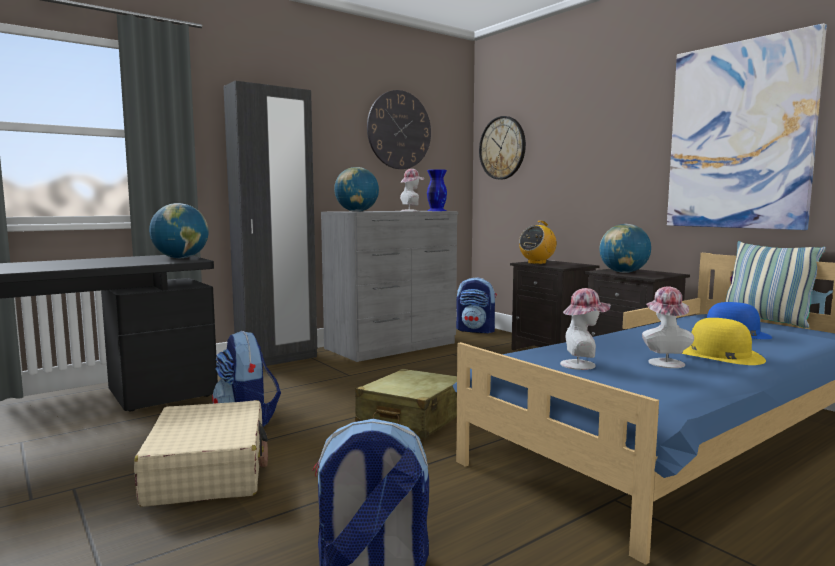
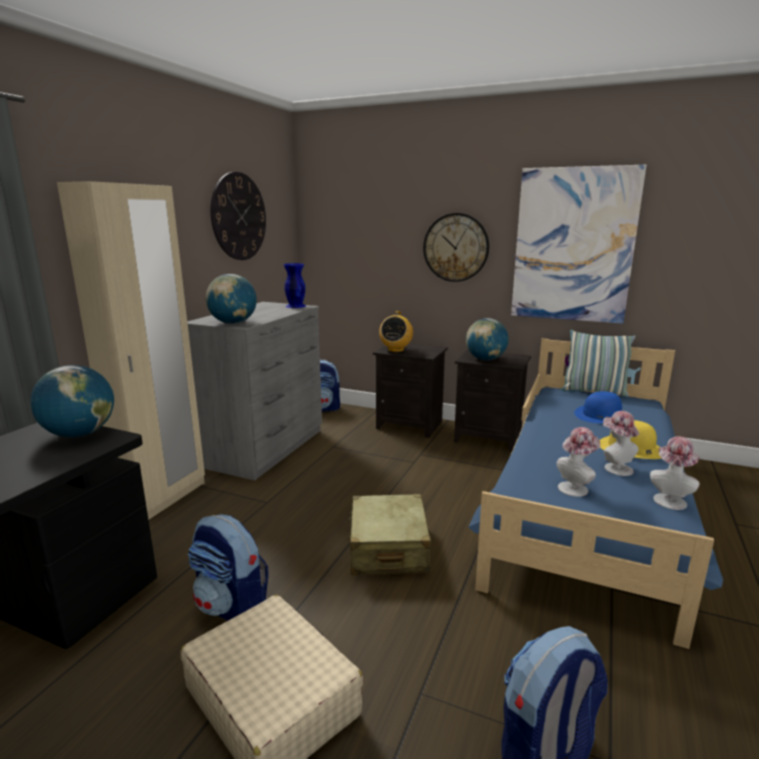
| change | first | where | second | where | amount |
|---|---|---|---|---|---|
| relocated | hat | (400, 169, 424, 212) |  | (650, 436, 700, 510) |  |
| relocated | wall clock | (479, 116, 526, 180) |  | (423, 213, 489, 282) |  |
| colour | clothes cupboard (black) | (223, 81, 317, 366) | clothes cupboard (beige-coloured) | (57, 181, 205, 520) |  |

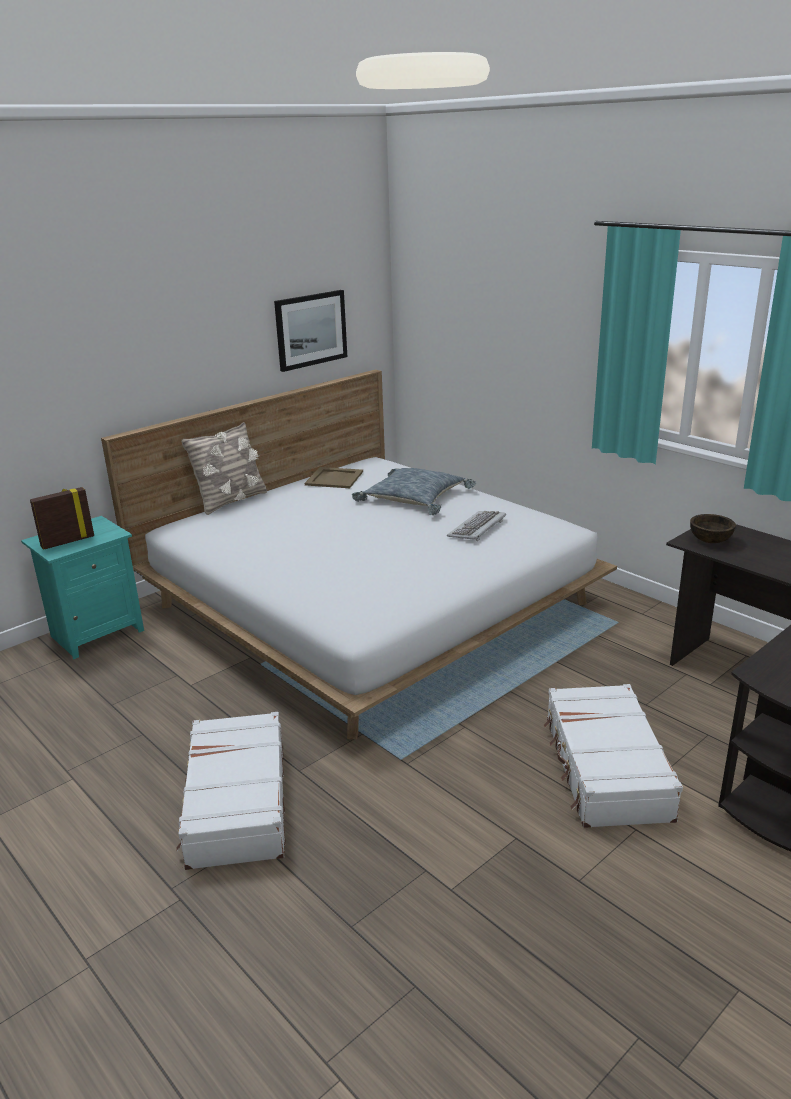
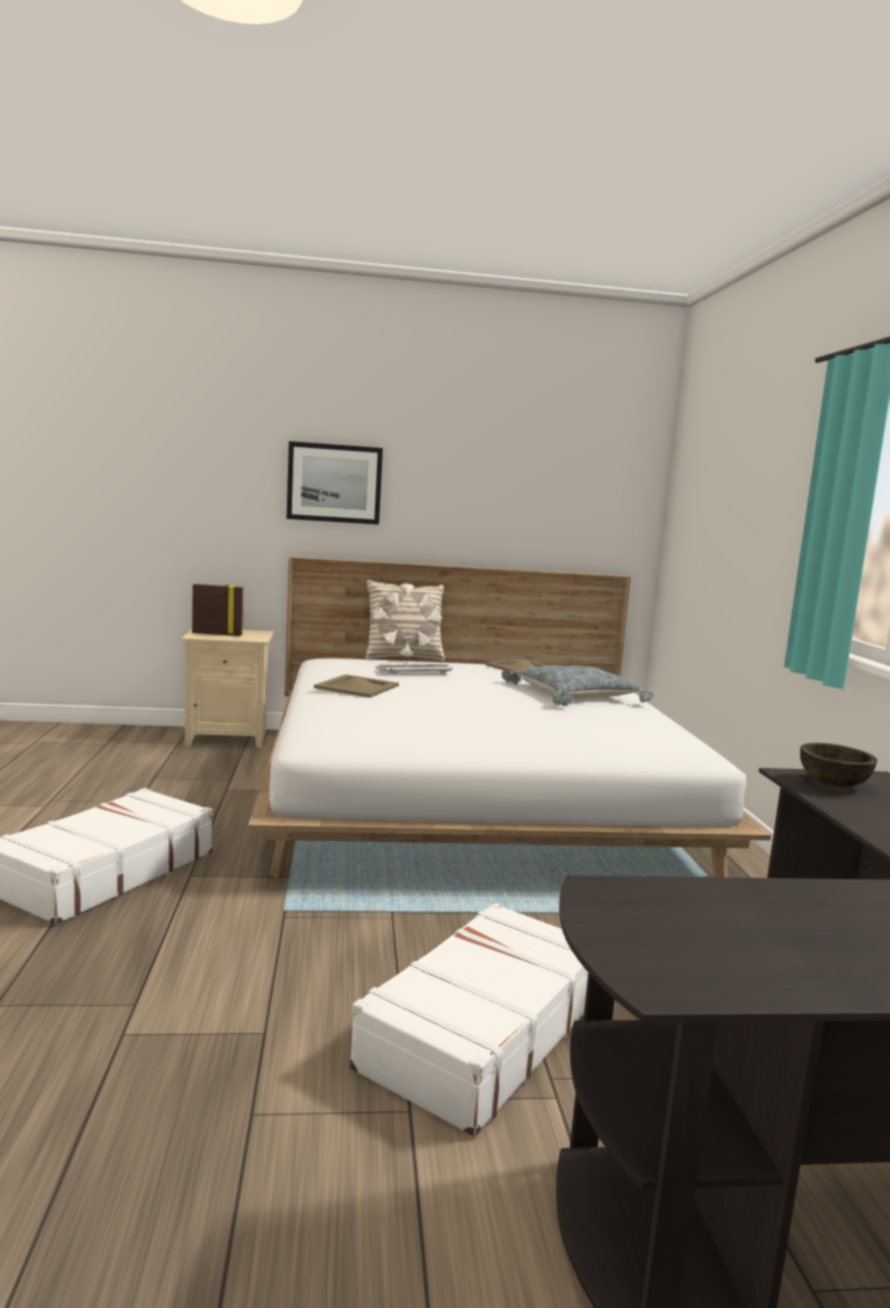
| change | first | where | second | where | amount |
|---|---|---|---|---|---|
| appeared |  |  | tray (beige-coloured) | (314, 674, 399, 698) |  |
| relocated | wall art | (274, 290, 347, 372) |  | (287, 441, 383, 525) |  |
| relocated | PC keyboard | (447, 511, 506, 541) |  | (375, 664, 453, 676) |  |
| colour | bedside table (blue-green) | (21, 516, 144, 659) | bedside table (beige-coloured) | (181, 630, 274, 748) |  |

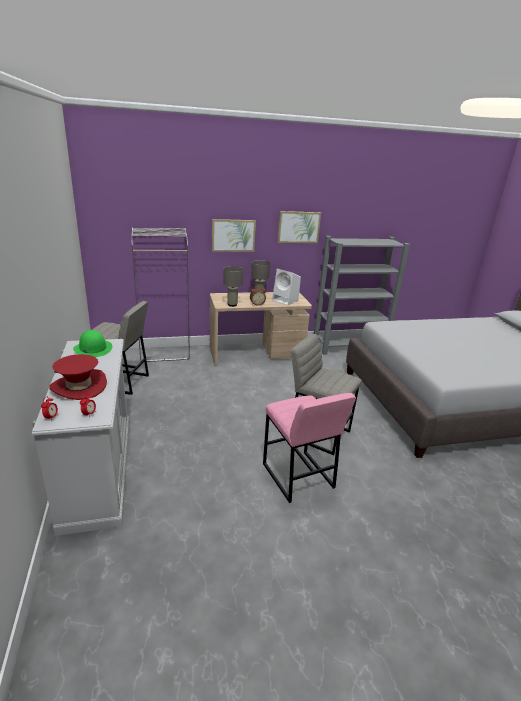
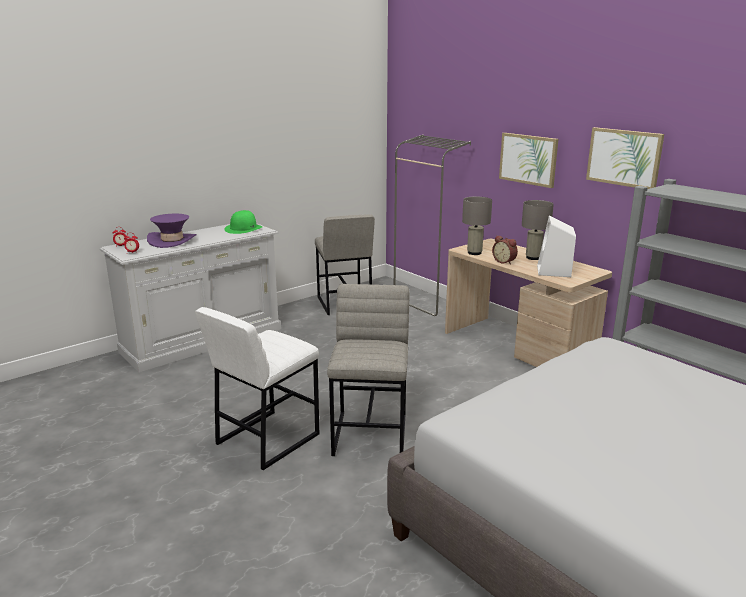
| change | first | where | second | where | amount |
|---|---|---|---|---|---|
| colour | hat (reddish) | (49, 354, 107, 400) | hat (purplish) | (147, 214, 196, 248) |  |
| colour | upright chair (pinkish) | (263, 393, 356, 503) | upright chair (white-coloured) | (195, 307, 319, 470) |  |

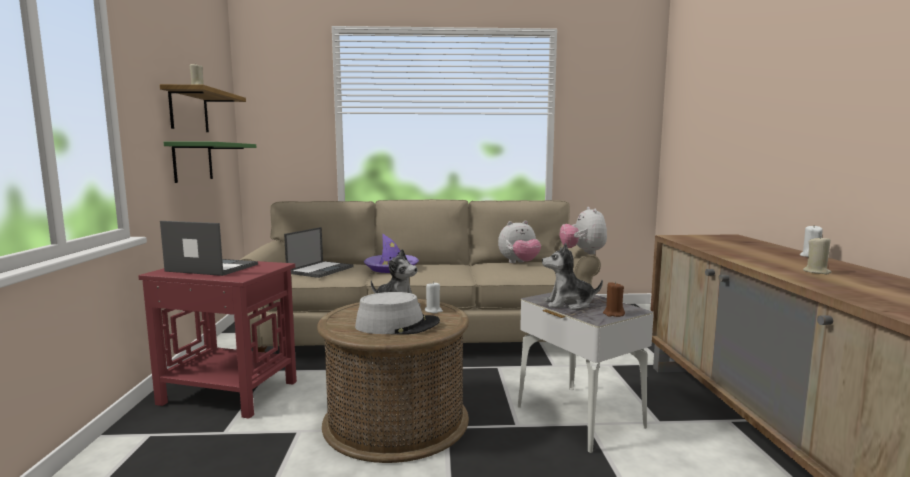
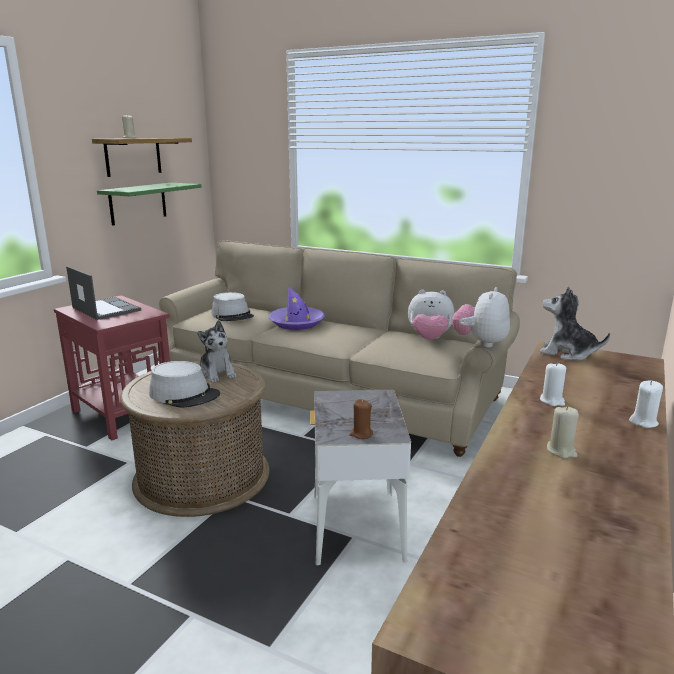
| change | first | where | second | where | amount |
|---|---|---|---|---|---|
| relocated | candle (white-coloured) | (425, 281, 443, 313) |  | (540, 362, 566, 406) |  |
| relocated | plush toy | (542, 243, 603, 310) |  | (539, 286, 610, 361) |  |
| exchanged | laptop | (284, 227, 354, 278) | hat (grey) | (212, 292, 254, 321) |  |

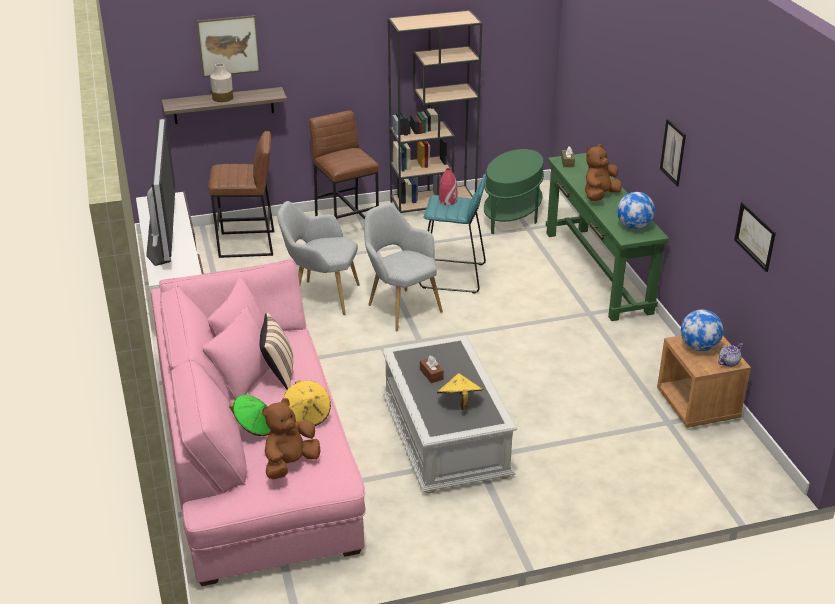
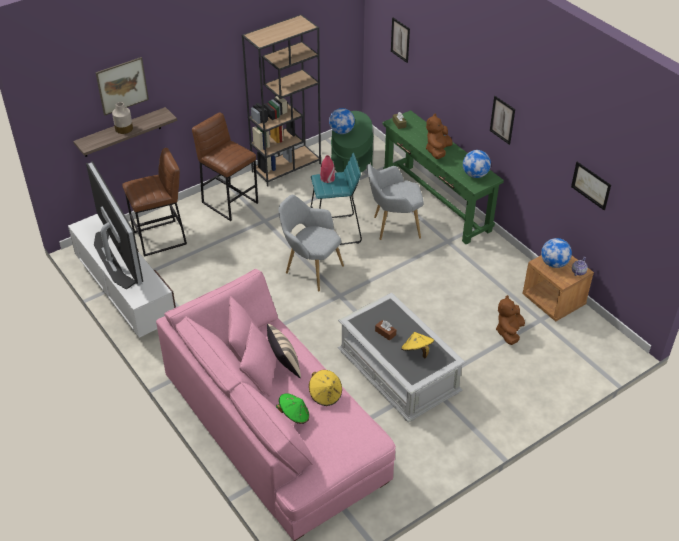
| change | first | where | second | where | amount |
|---|---|---|---|---|---|
| appeared |  |  | globe | (329, 108, 355, 134) |  |
| appeared |  |  | wall art | (391, 17, 410, 63) |  |
| relocated | plush toy (brownish) | (262, 398, 320, 479) |  | (496, 295, 525, 345) |  |
| relocated | lounge chair (grey) | (277, 201, 360, 315) |  | (367, 164, 423, 240) |  |

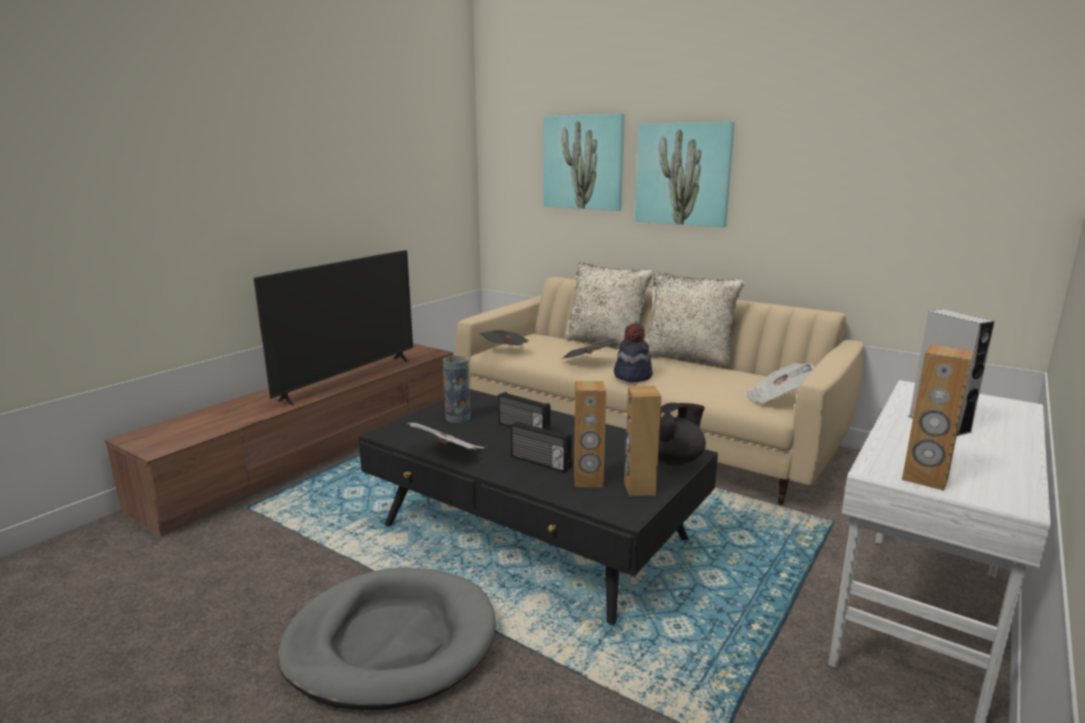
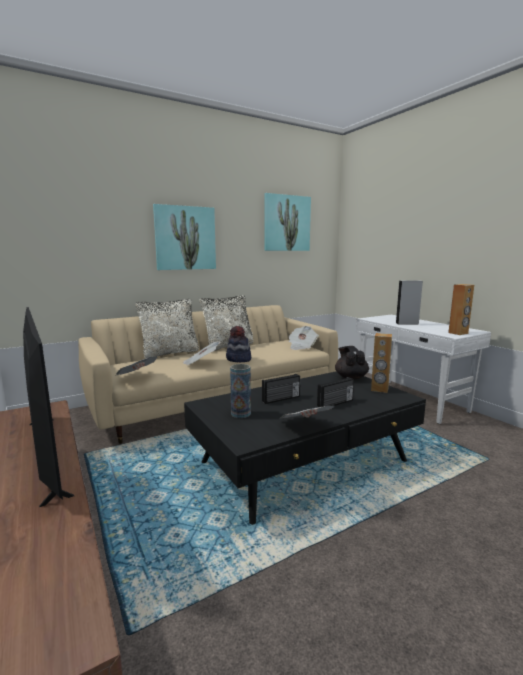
| change | first | where | second | where | amount |
|---|---|---|---|---|---|
| missing | pet bed (grey) | (278, 567, 496, 710) |  |  |  |
| missing | speaker (brownish) | (574, 381, 606, 487) |  |  |  |
| relocated | wall art | (544, 114, 625, 211) |  | (264, 193, 311, 251) |  |

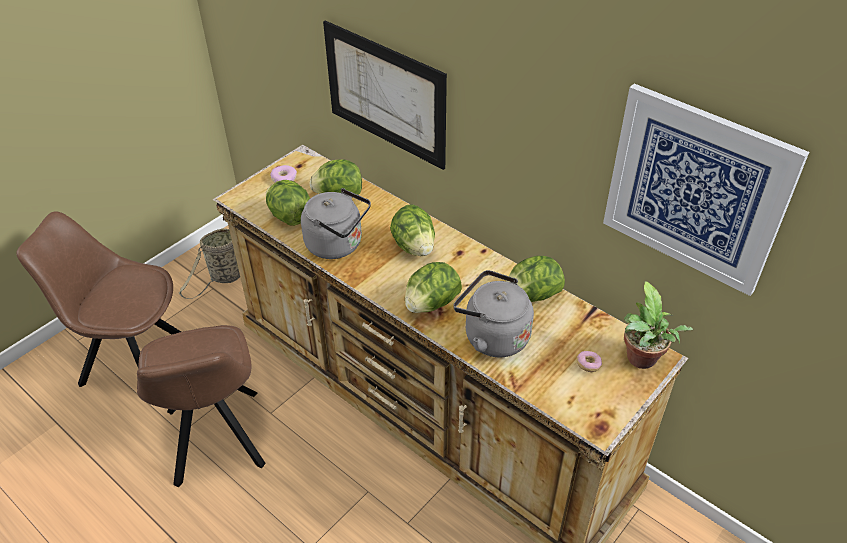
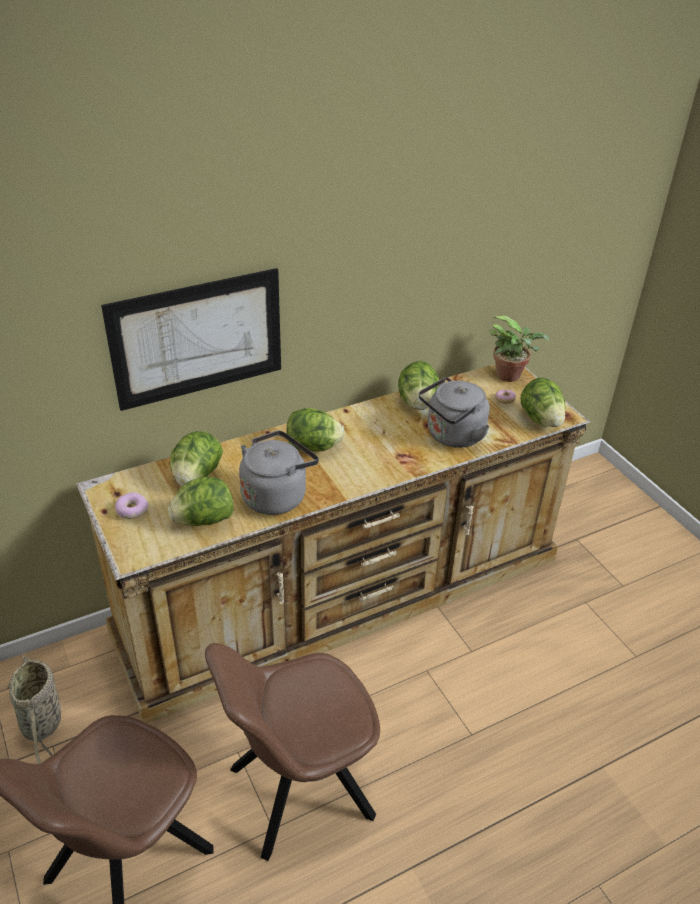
| change | first | where | second | where | amount |
|---|---|---|---|---|---|
| missing | wall art | (603, 84, 809, 296) |  |  |  |
| relocated | lettuce | (405, 262, 462, 313) |  | (521, 377, 565, 427) |  |
| spun | upright chair (brownish) | (137, 325, 266, 487) |  | (205, 643, 380, 861) | 150 degrees clockwise |

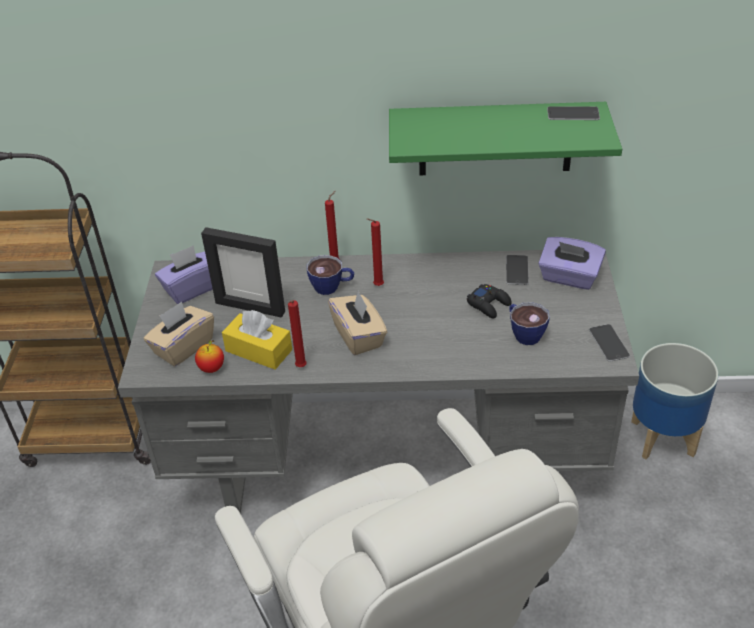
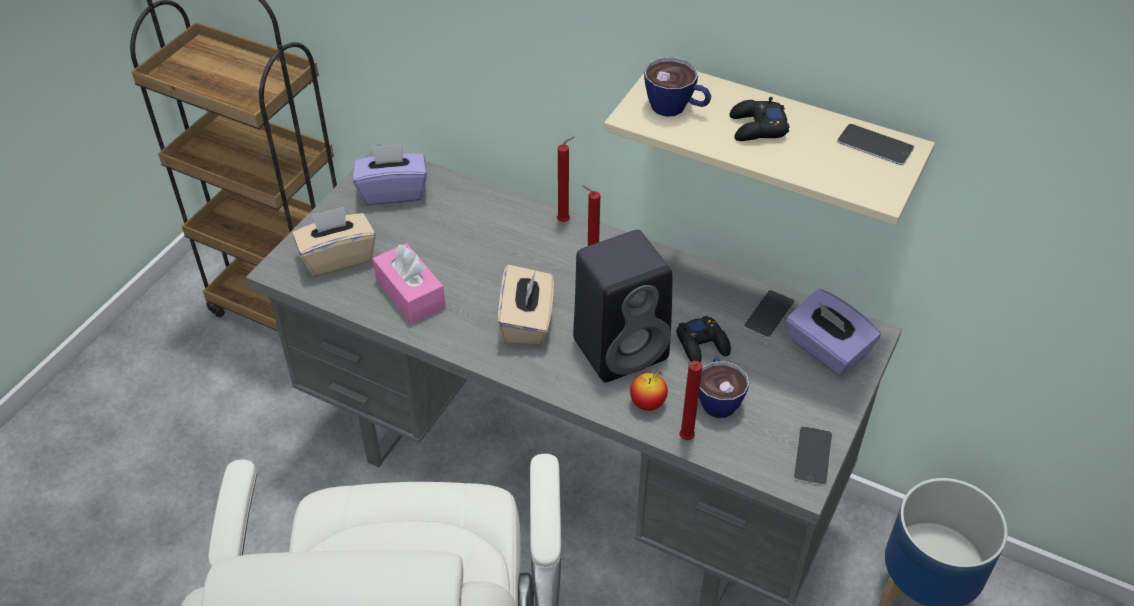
| change | first | where | second | where | amount |
|---|---|---|---|---|---|
| missing | standing frame | (201, 227, 285, 318) |  |  |  |
| appeared |  |  | speaker (black) | (573, 230, 673, 382) |  |
| appeared |  |  | game controller (black) | (730, 97, 790, 141) |  |
| relocated | apple | (195, 340, 224, 373) |  | (630, 370, 668, 411) |  |
| relocated | candle (reddish) | (288, 300, 307, 367) |  | (679, 361, 702, 440) |  |
| relocated | small cup | (307, 255, 354, 295) |  | (644, 57, 712, 117) |  |
| colour | box of tissues (yellow-coloured) | (222, 310, 292, 370) | box of tissues (pinkish) | (373, 243, 446, 324) |  |
| colour | wall shelf (green) | (389, 102, 622, 175) | wall shelf (beige-coloured) | (604, 71, 935, 225) |  |

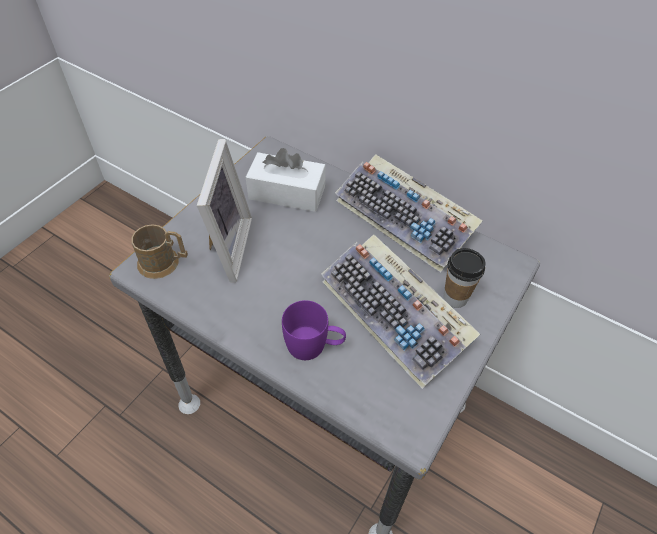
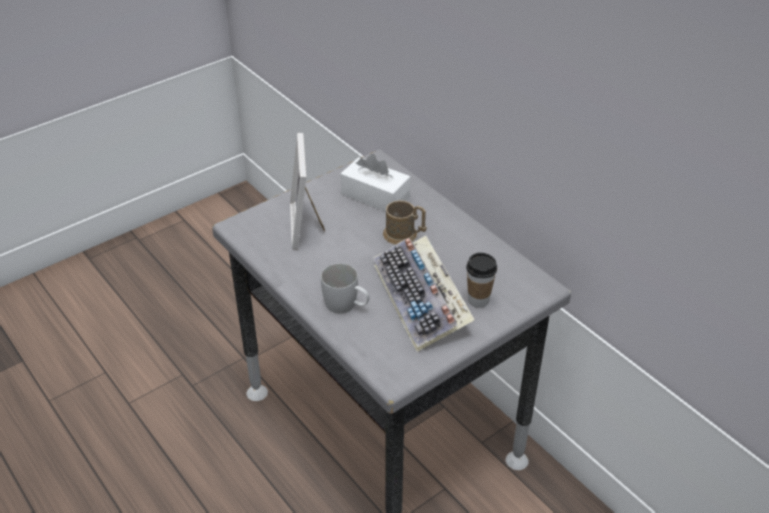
| change | first | where | second | where | amount |
|---|---|---|---|---|---|
| missing | PC keyboard | (335, 154, 483, 272) |  |  |  |
| relocated | coffee mug (brownish) | (131, 224, 188, 279) |  | (383, 200, 426, 245) |  |
| colour | coffee mug (purplish) | (282, 300, 346, 360) | coffee mug (white-coloured) | (321, 263, 370, 314) |  |
| spun | standing frame | (197, 139, 252, 282) |  | (290, 133, 325, 249) | 150 degrees clockwise |

